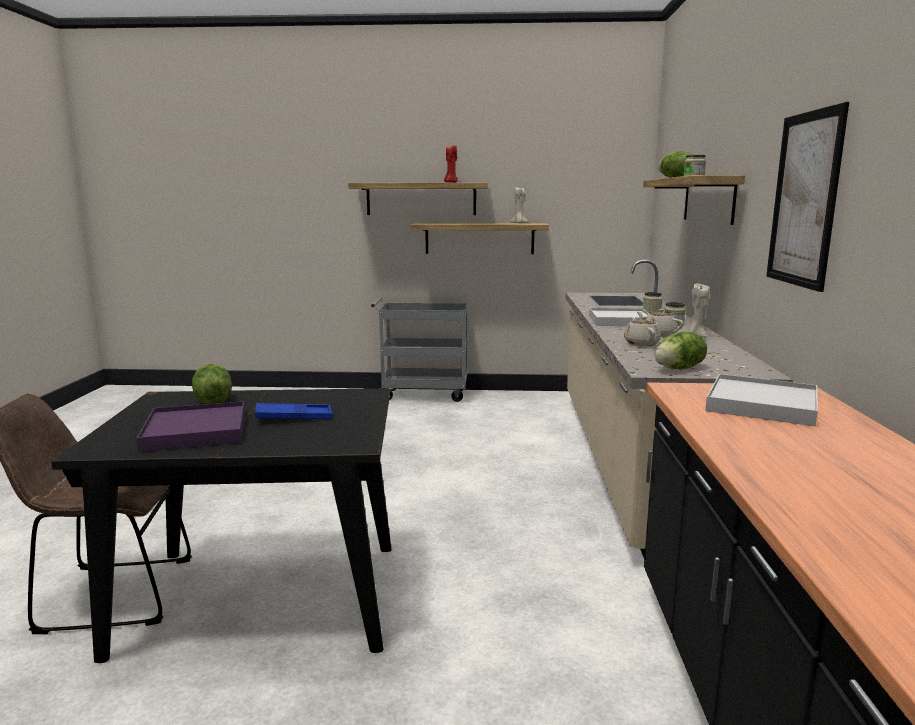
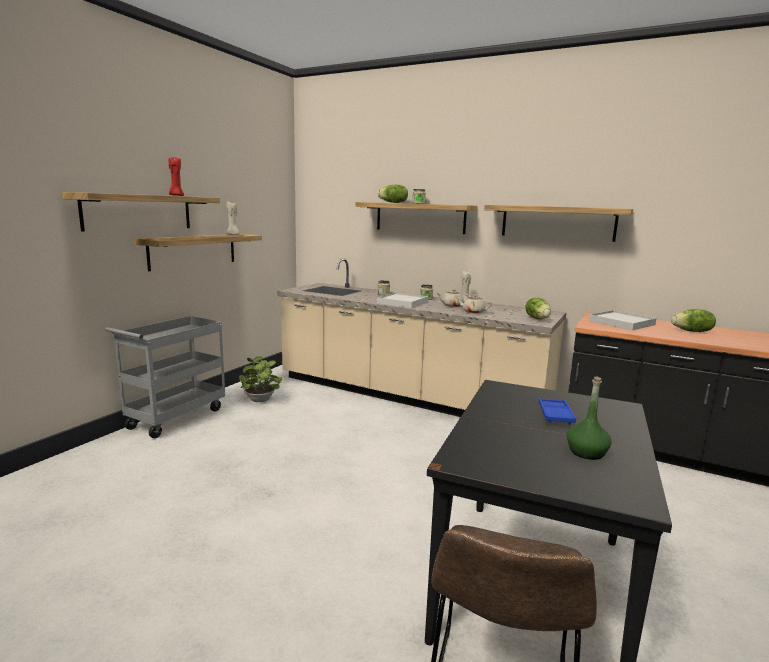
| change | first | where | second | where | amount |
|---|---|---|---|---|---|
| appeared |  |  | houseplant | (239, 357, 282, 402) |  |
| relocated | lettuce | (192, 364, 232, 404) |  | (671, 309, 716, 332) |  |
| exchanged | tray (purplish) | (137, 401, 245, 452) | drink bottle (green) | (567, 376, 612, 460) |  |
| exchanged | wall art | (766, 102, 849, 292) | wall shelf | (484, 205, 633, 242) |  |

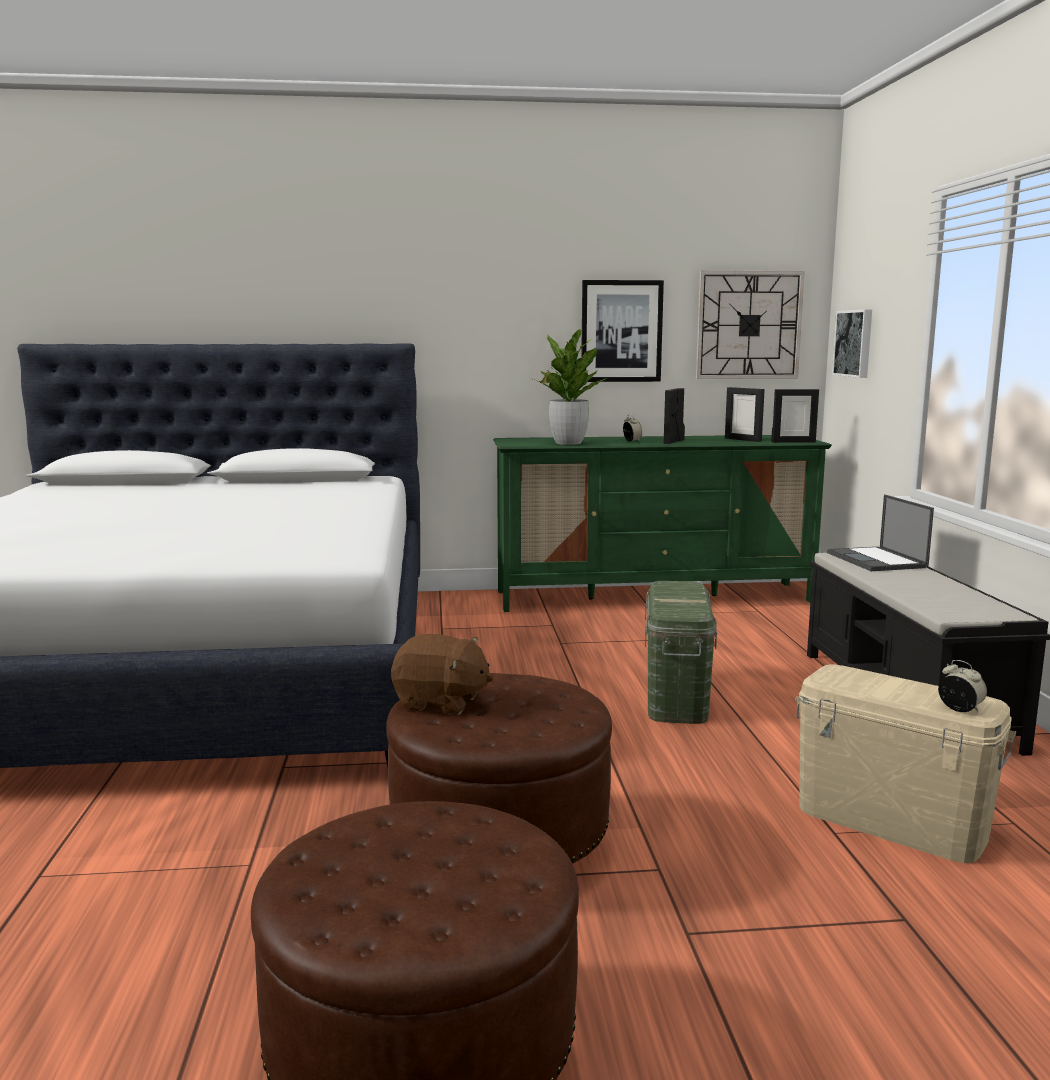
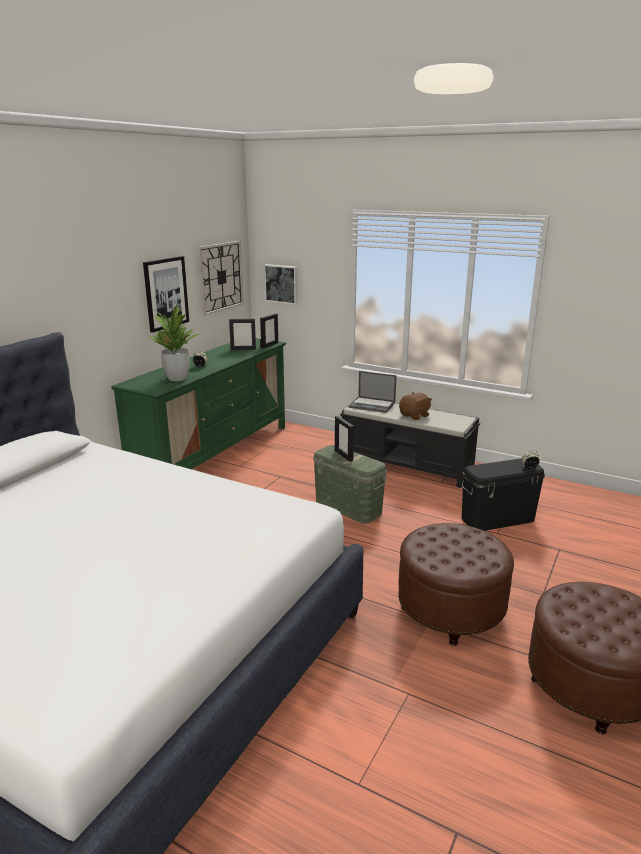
| change | first | where | second | where | amount |
|---|---|---|---|---|---|
| relocated | plush toy (brownish) | (391, 634, 493, 715) |  | (399, 392, 432, 420) |  |
| relocated | standing frame | (664, 388, 685, 444) |  | (335, 416, 354, 462) |  |
| colour | storage bin (beige-coloured) | (795, 664, 1016, 863) | storage bin (black) | (461, 458, 545, 531) |  |

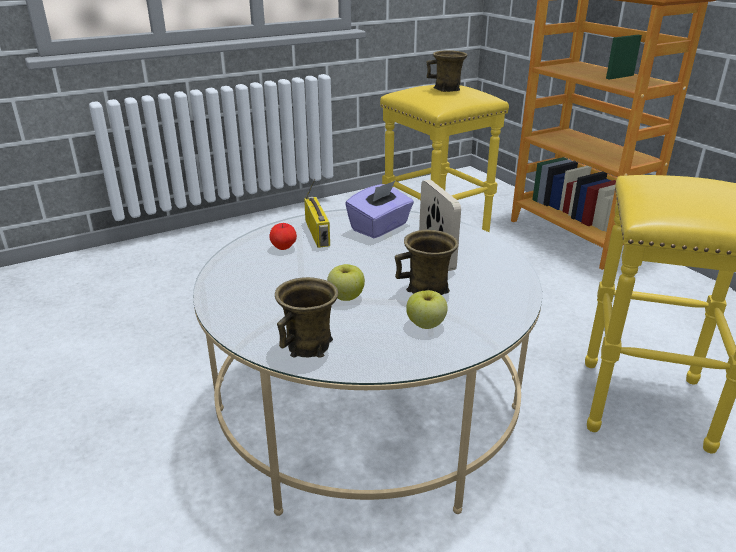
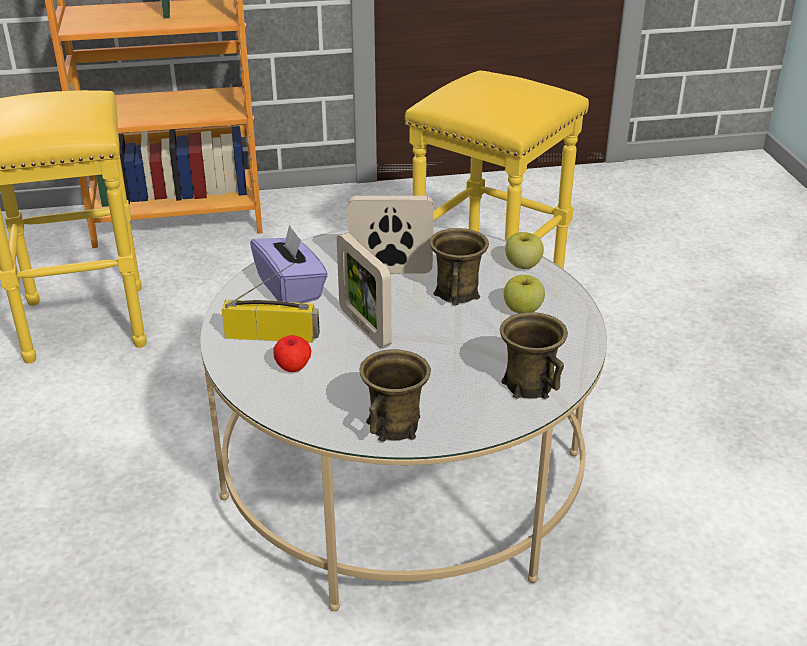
| change | first | where | second | where | amount |
|---|---|---|---|---|---|
| appeared |  |  | standing frame | (337, 233, 392, 348) |  |
| relocated | apple | (327, 264, 365, 301) |  | (505, 232, 544, 269) |  |
| relocated | coffee mug (brownish) | (427, 50, 467, 92) |  | (359, 349, 431, 442) |  |

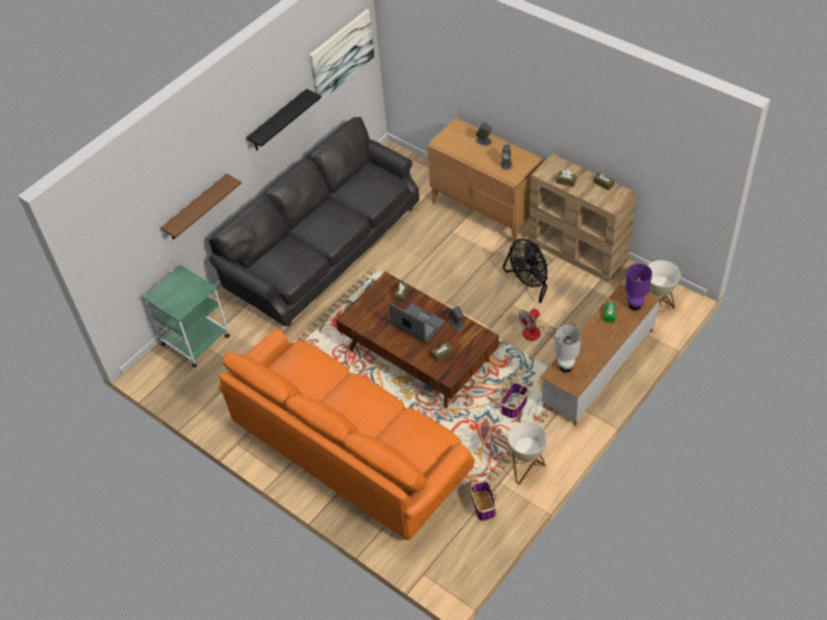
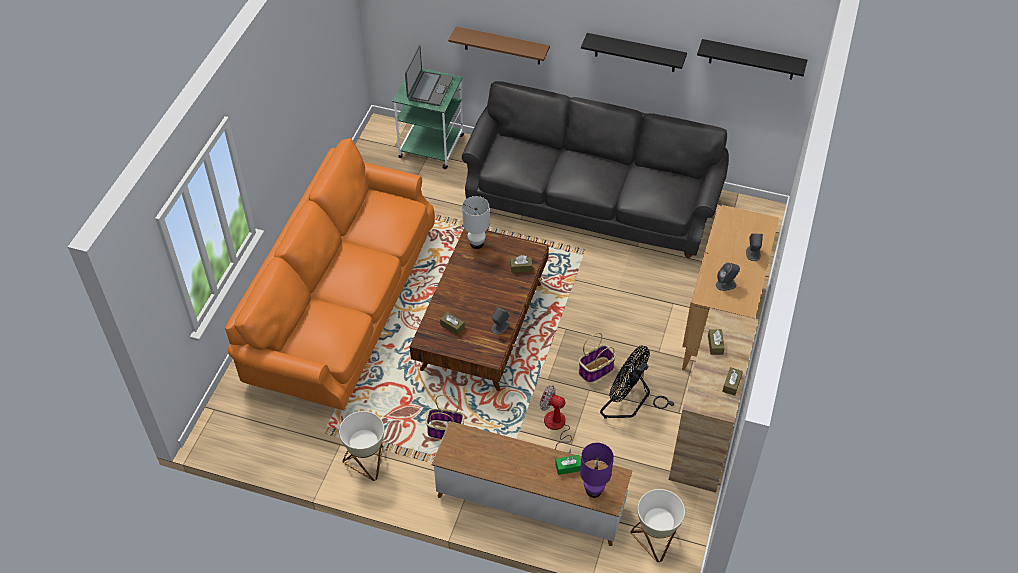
| change | first | where | second | where | amount |
|---|---|---|---|---|---|
| relocated | laptop | (389, 303, 445, 343) |  | (405, 45, 453, 106) |  |
| relocated | household basket | (470, 475, 496, 521) |  | (579, 333, 616, 383) |  |
| relocated | tabletop lamp (white-coloured) | (555, 325, 581, 372) |  | (462, 196, 489, 249) |  |
| exchanged | wall art | (309, 9, 374, 103) | wall shelf (black) | (697, 39, 807, 80) |  |

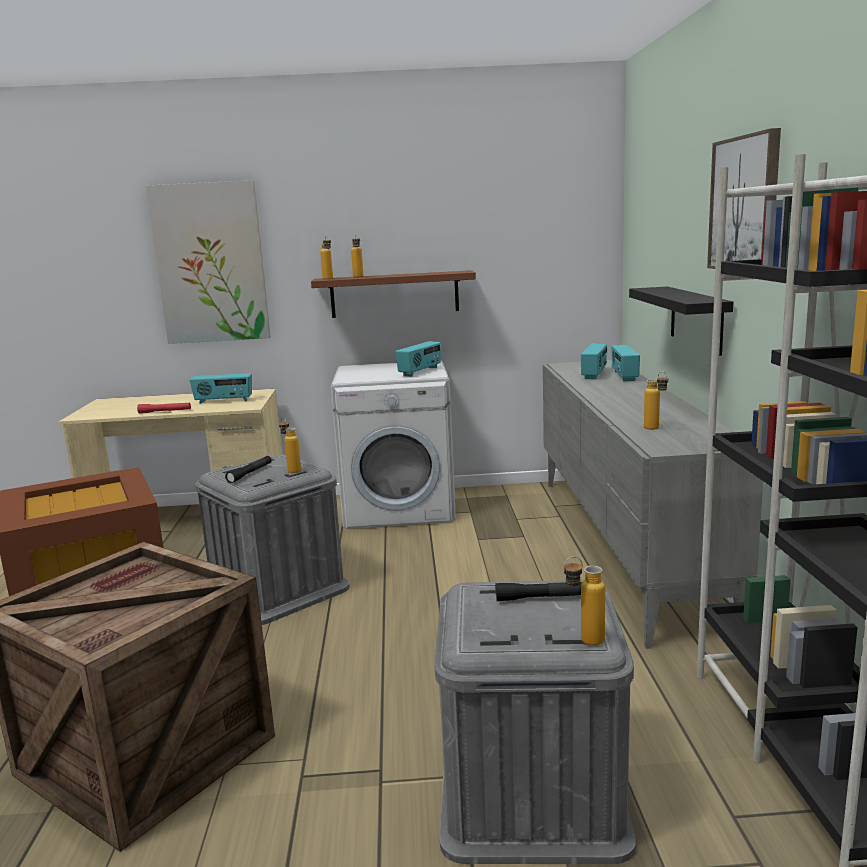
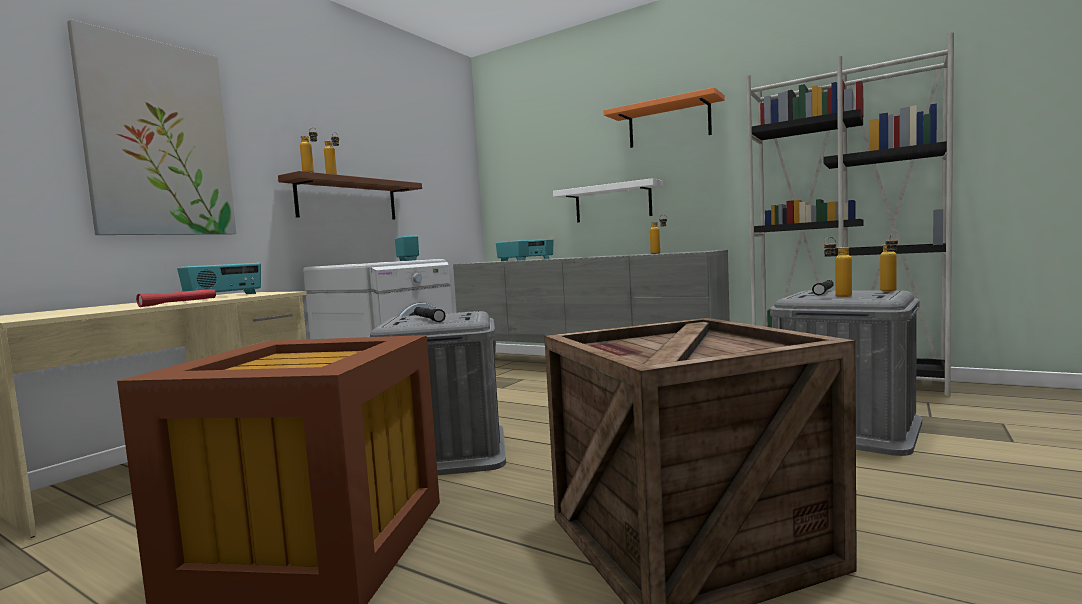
| change | first | where | second | where | amount |
|---|---|---|---|---|---|
| relocated | drink bottle | (279, 417, 301, 473) |  | (824, 237, 852, 297) |  |
| exchanged | wall art | (707, 128, 781, 269) | wall shelf (orangey) | (604, 87, 725, 148) |  |
| colour | wall shelf (black) | (629, 286, 733, 356) | wall shelf (white-coloured) | (553, 178, 663, 223) |  |

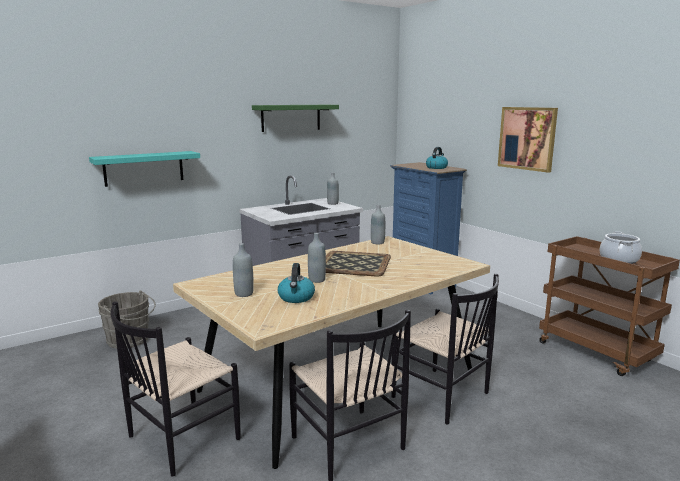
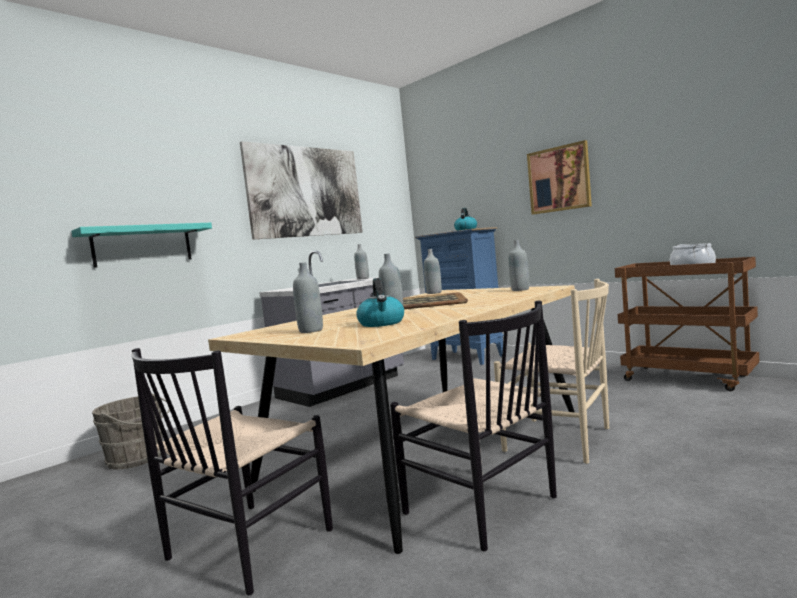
| change | first | where | second | where | amount |
|---|---|---|---|---|---|
| appeared |  |  | drink bottle (grey) | (509, 240, 529, 291) |  |
| exchanged | wall shelf (green) | (252, 105, 339, 132) | wall art | (240, 141, 363, 240) |  |
| colour | upright chair (black) | (391, 274, 499, 425) | upright chair (beige-coloured) | (494, 279, 609, 464) |  |

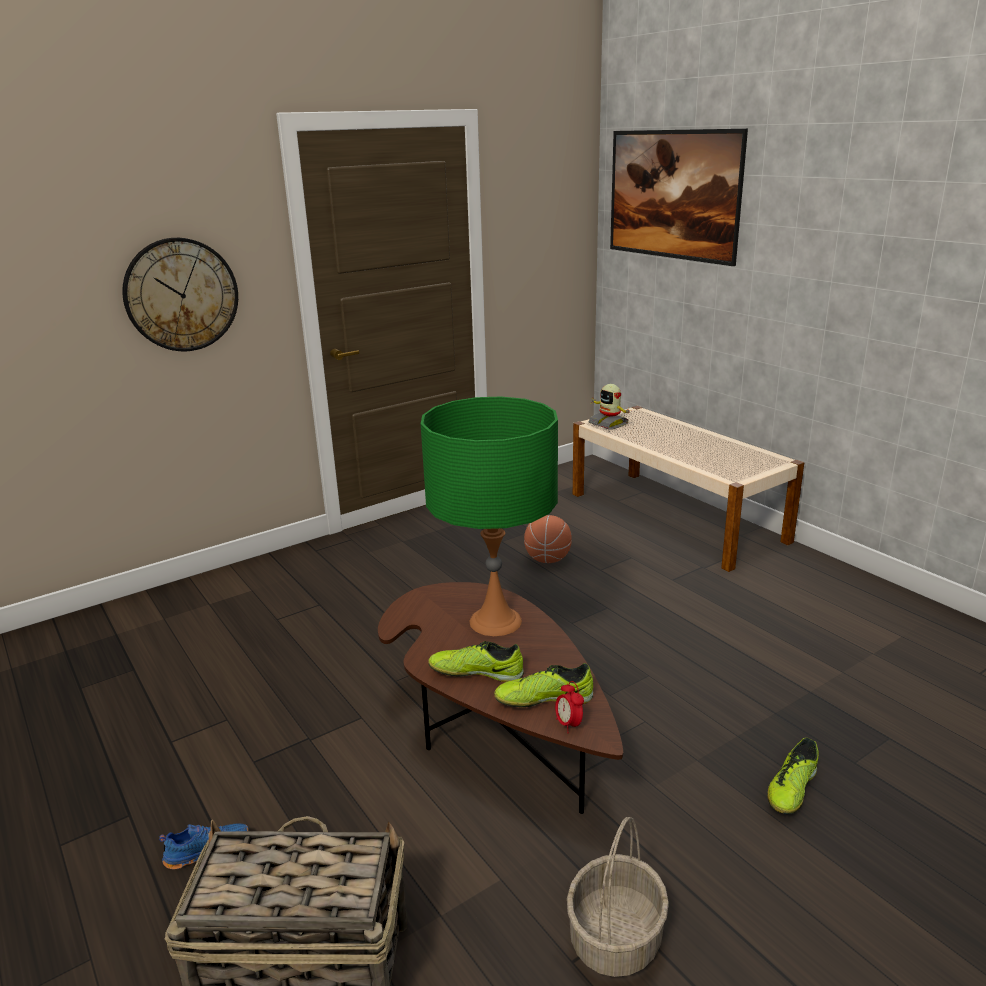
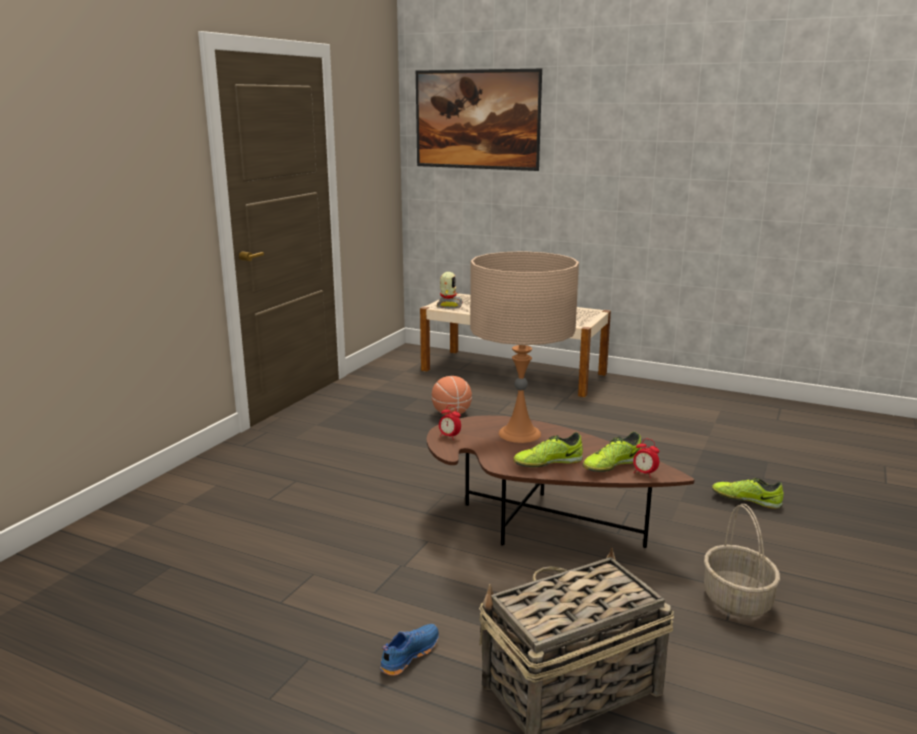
| change | first | where | second | where | amount |
|---|---|---|---|---|---|
| missing | wall clock | (122, 238, 238, 351) |  |  |  |
| appeared |  |  | alarm clock | (439, 405, 461, 440) |  |
| colour | tabletop lamp (green) | (421, 396, 558, 636) | tabletop lamp (beige-coloured) | (470, 251, 579, 443) |  |
| spun | robot figure | (589, 384, 632, 430) |  | (436, 272, 463, 308) | 105 degrees counterclockwise |
| spun | shoe | (767, 738, 819, 814) |  | (712, 478, 783, 509) | 105 degrees clockwise |

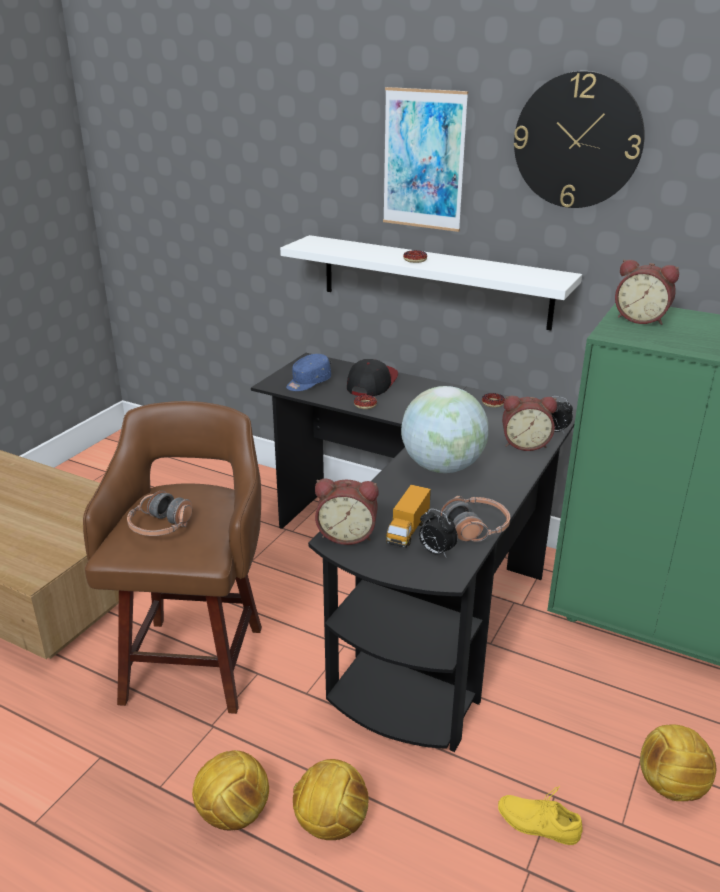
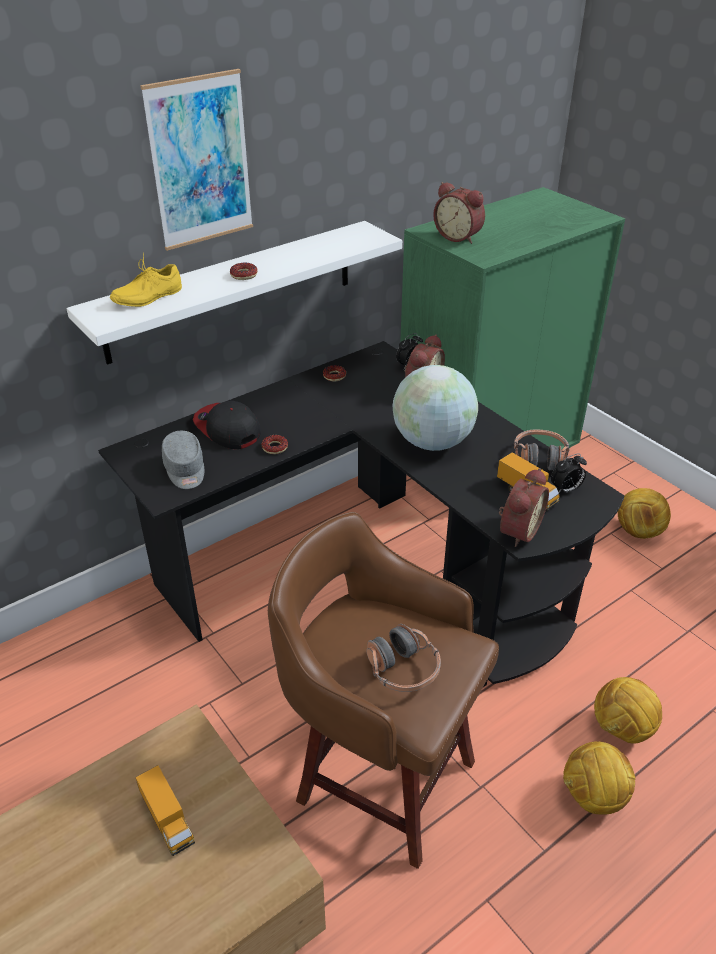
| change | first | where | second | where | amount |
|---|---|---|---|---|---|
| missing | wall clock | (514, 71, 645, 208) |  |  |  |
| appeared |  |  | toy lorry | (135, 765, 195, 856) |  |
| relocated | shoe (yellow-coloured) | (498, 786, 582, 845) |  | (110, 253, 182, 307) |  |
| colour | cap (bluish) | (286, 354, 331, 391) | cap (grey) | (162, 431, 204, 489) |  |
| spun | alarm clock | (615, 259, 679, 325) |  | (433, 182, 485, 244) | 75 degrees clockwise |

